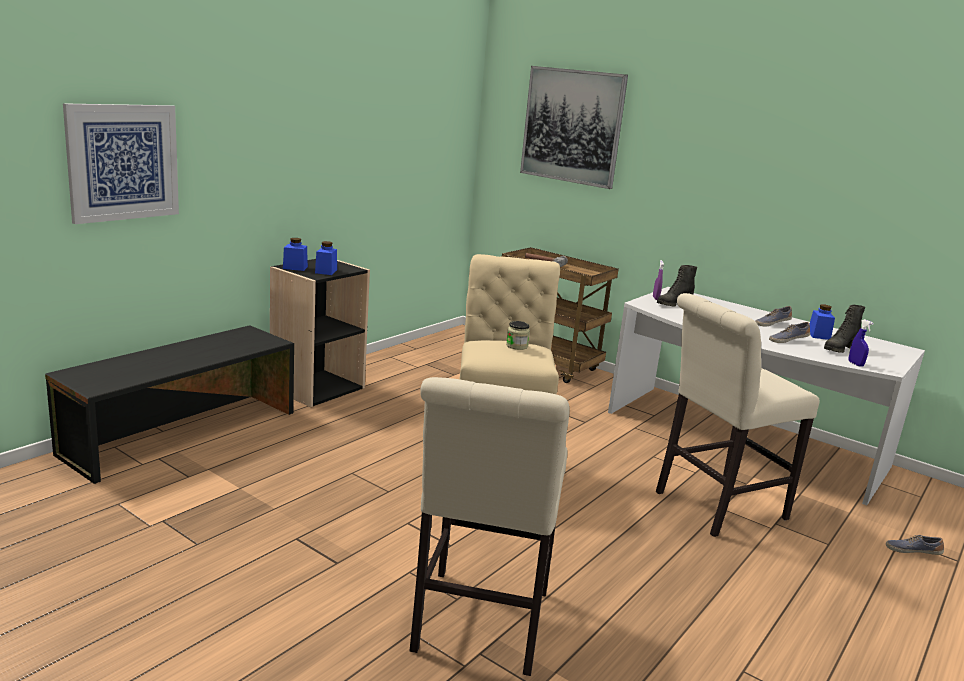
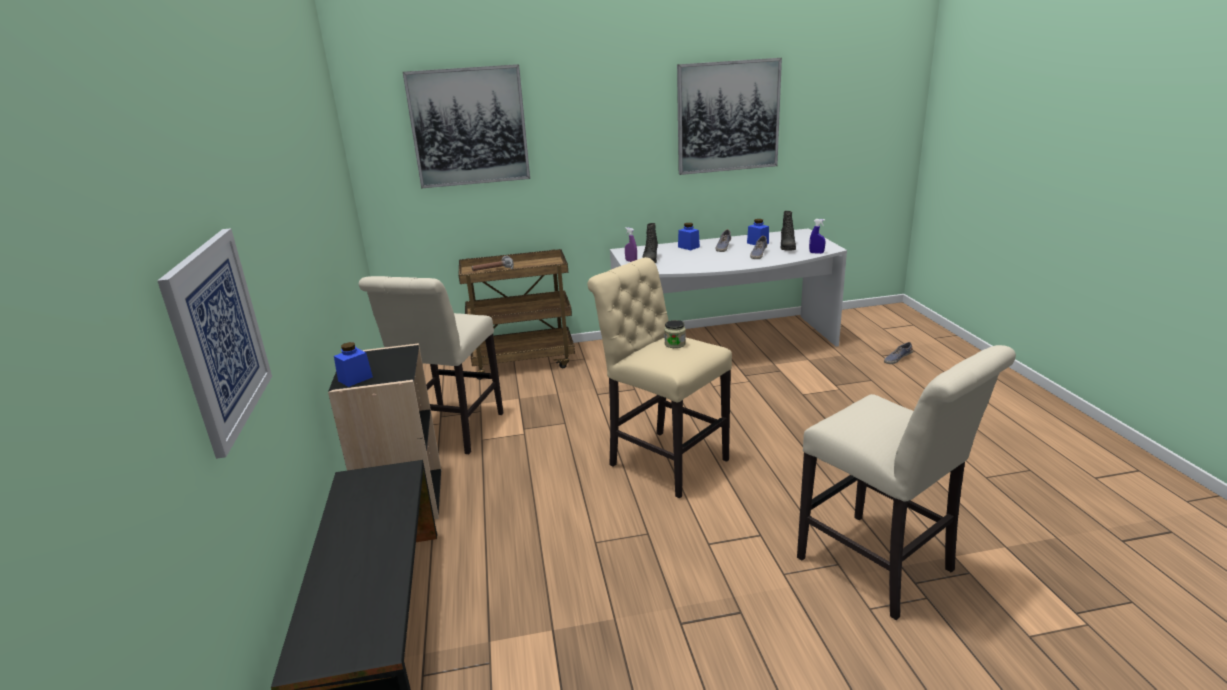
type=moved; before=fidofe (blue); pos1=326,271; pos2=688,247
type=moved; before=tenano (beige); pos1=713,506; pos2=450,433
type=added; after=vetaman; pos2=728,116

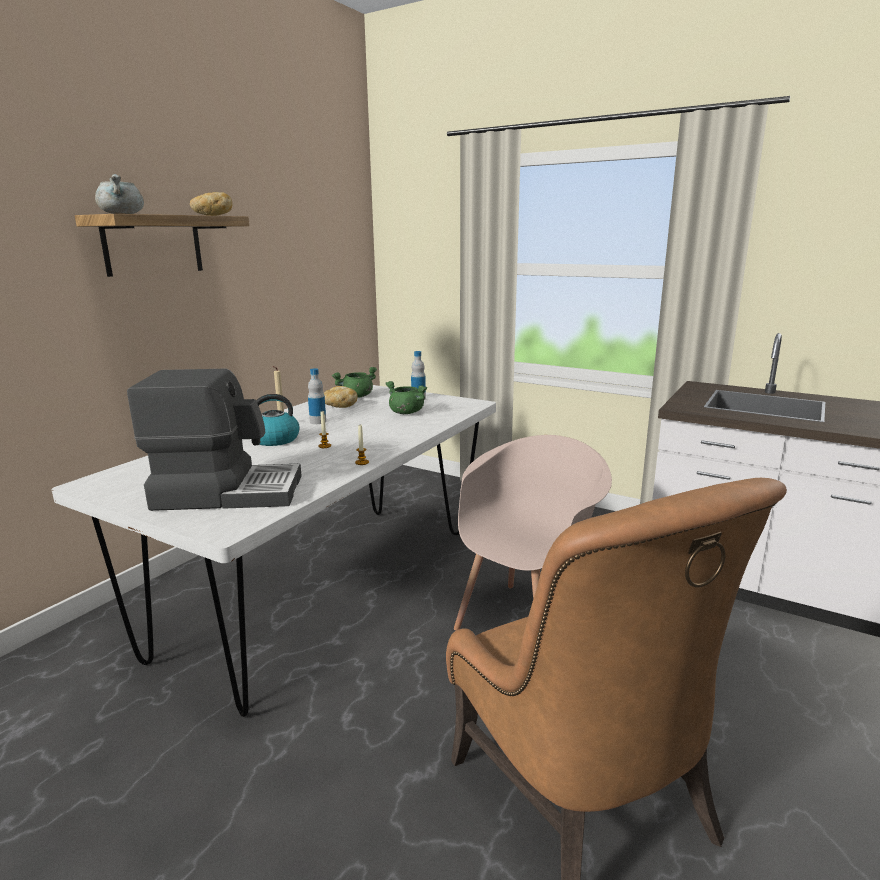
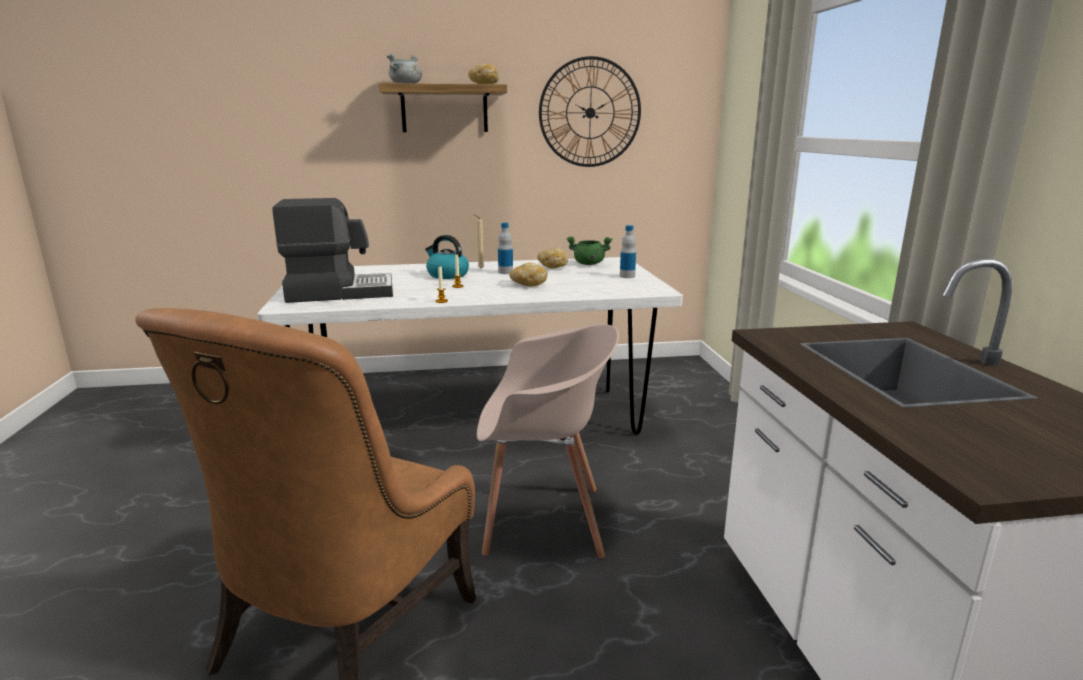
type=turned; before=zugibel; pos1=228,492; pos2=339,292; turn=-60
type=removed; before=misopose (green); pos1=405,412
type=added; after=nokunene; pos2=590,113
type=added; after=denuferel; pos2=528,284

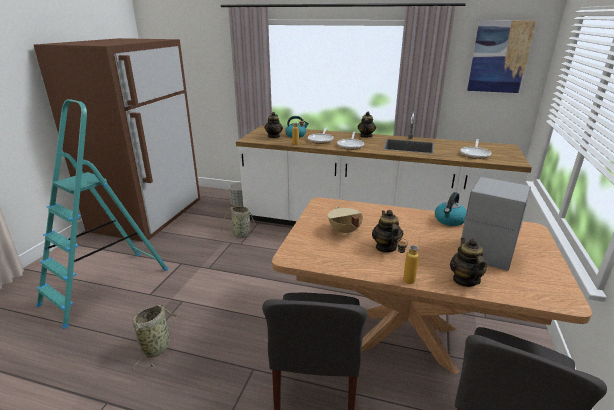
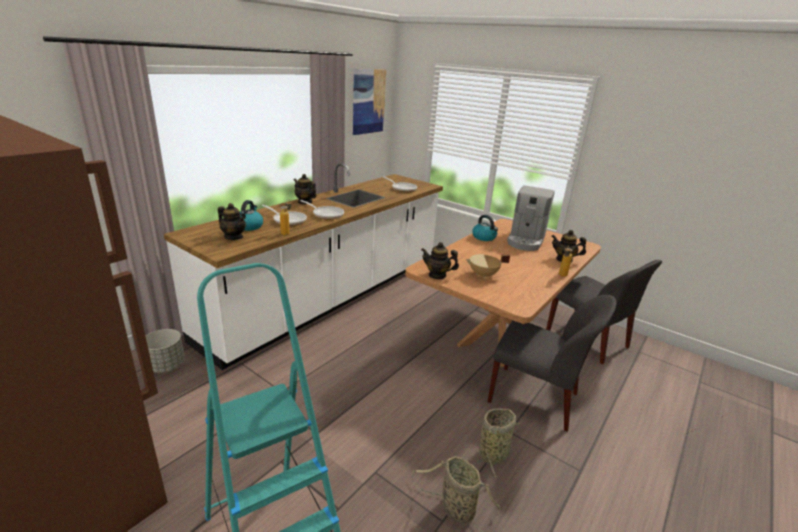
type=turned; before=zugibel; pos1=488,247; pos2=526,240; turn=-120
type=moved; before=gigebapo; pos1=243,235; pos2=494,453
type=moved; before=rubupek; pos1=386,247; pos2=437,275

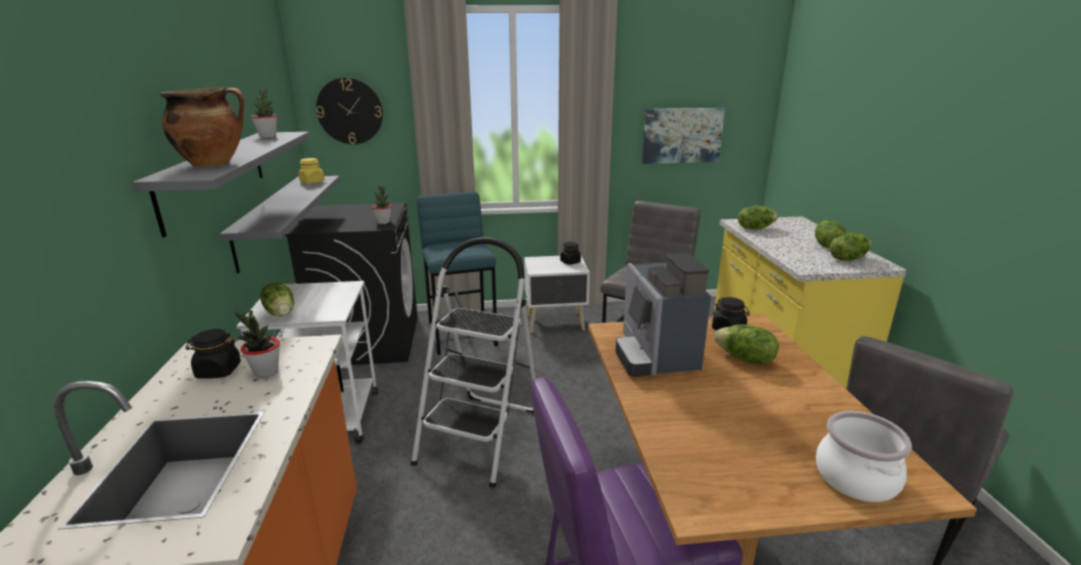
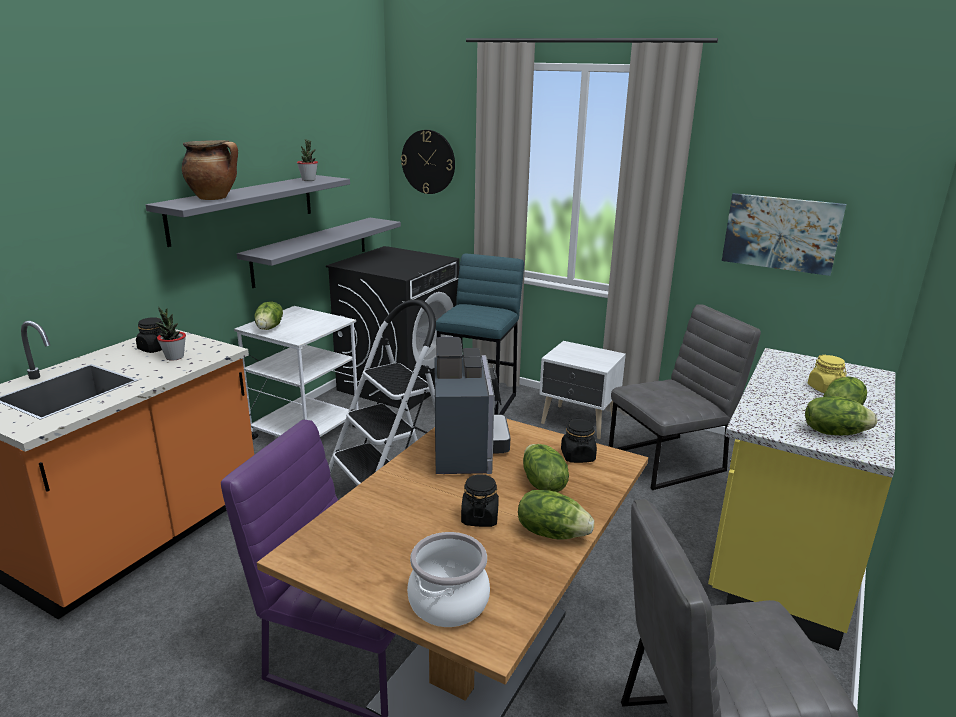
type=moved; before=fidofe (yellow); pos1=312,182; pos2=825,389
type=removed; before=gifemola; pos1=383,222
type=moved; before=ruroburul; pos1=755,228; pos2=552,533
type=moved; before=fidofe (black); pos1=570,262; pos2=479,517
type=turned; before=zugibel; pos1=655,355; pos2=468,450; turn=150

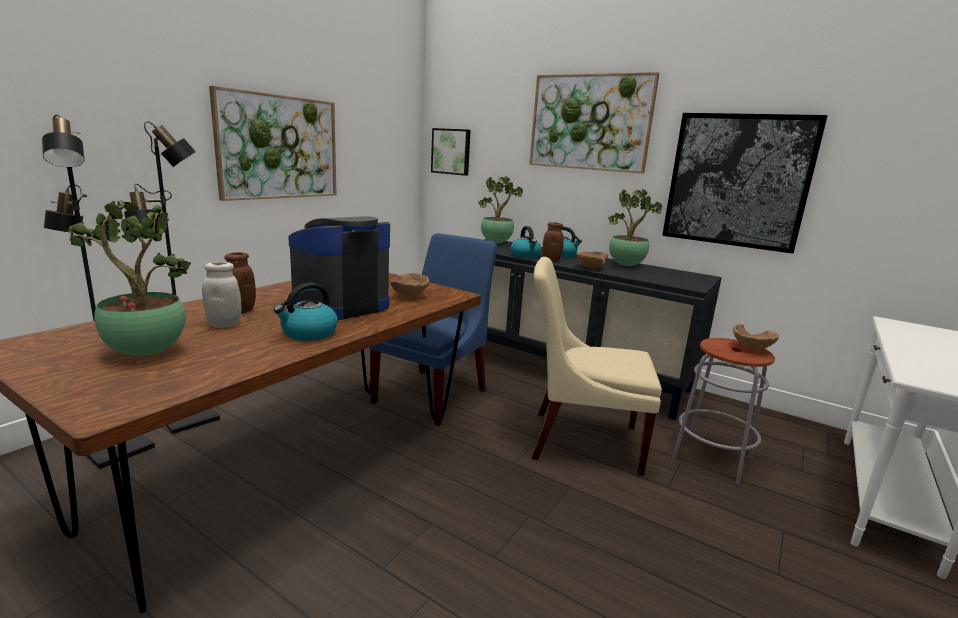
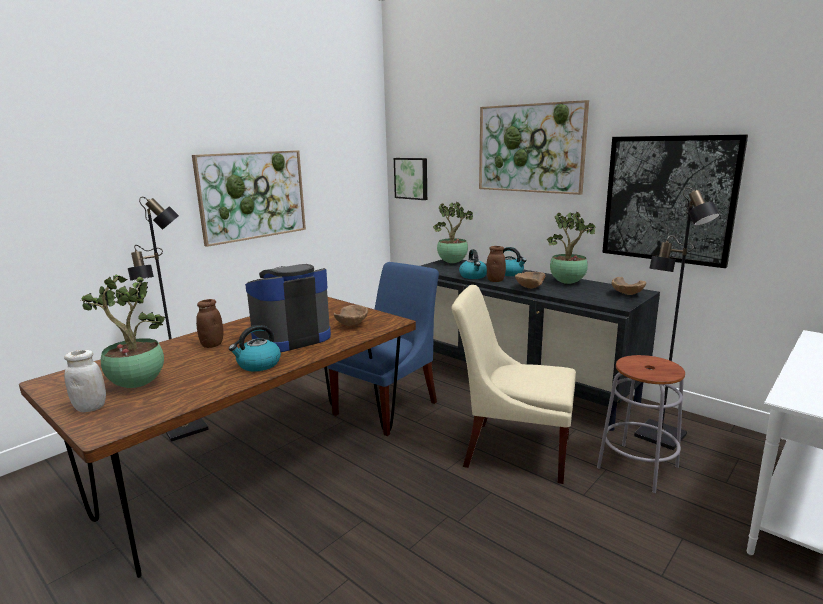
type=moved; before=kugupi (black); pos1=117,448; pos2=660,435
type=moved; before=fidofe (white); pos1=224,324; pos2=90,407
type=moved; before=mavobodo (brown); pos1=751,349; pos2=626,295

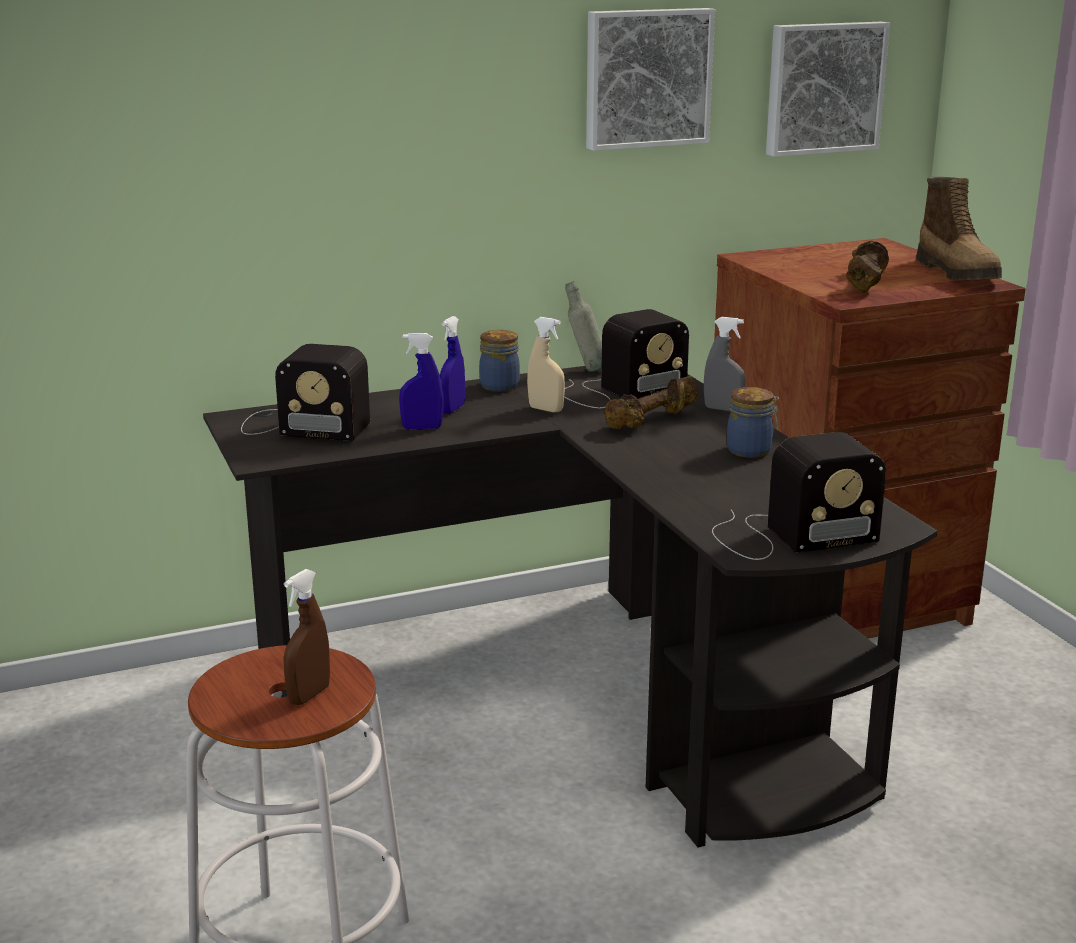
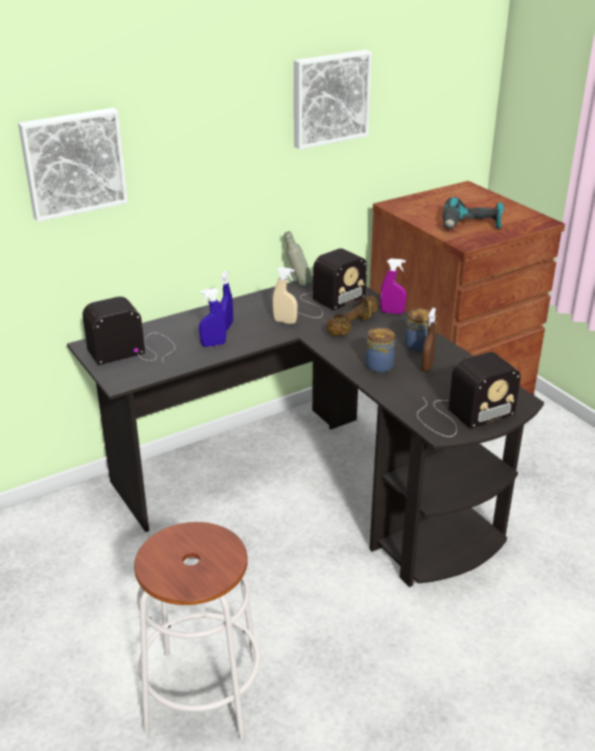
type=moved; before=vetaman; pos1=823,88; pos2=73,163
type=removed; before=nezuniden; pos1=958,274
type=replaced; before=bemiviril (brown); after=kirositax; pos1=865,282; pos2=471,225
type=recoloured; before=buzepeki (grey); after=buzepeki (purple); pos1=723,409; pos2=392,312
type=moved; before=fidofe; pos1=500,385; pos2=379,366
type=turned; before=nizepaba; pos1=300,425; pos2=135,349; turn=150
type=moved; before=buzepeki (brown); pos1=309,695; pos2=427,367

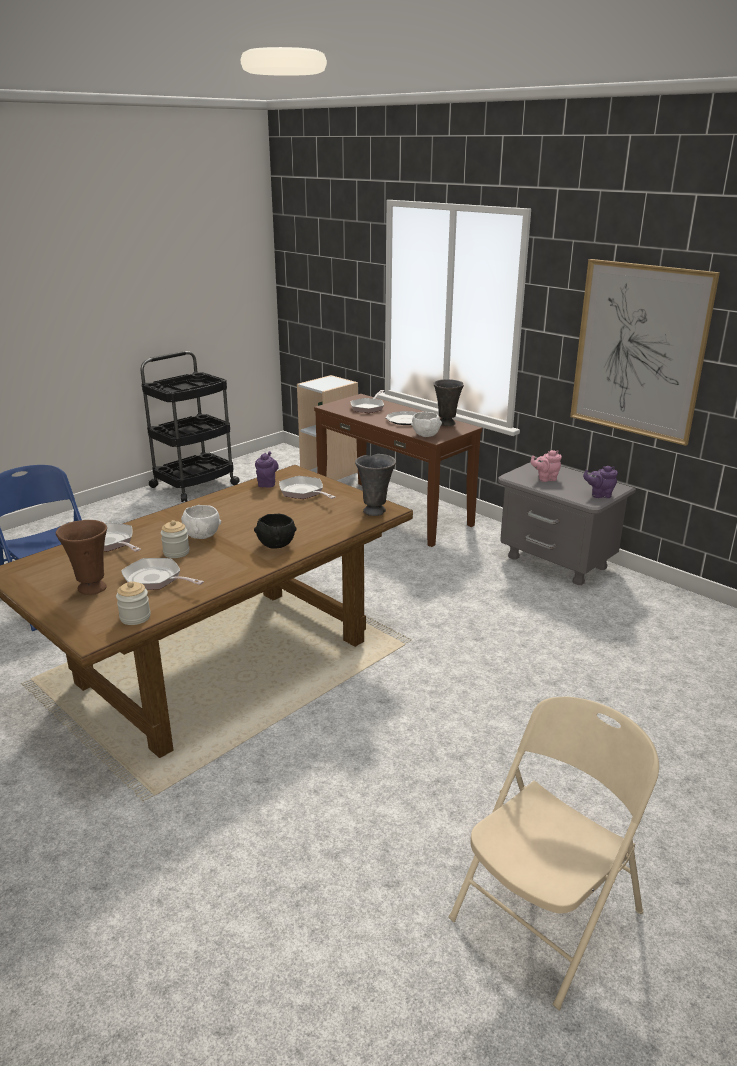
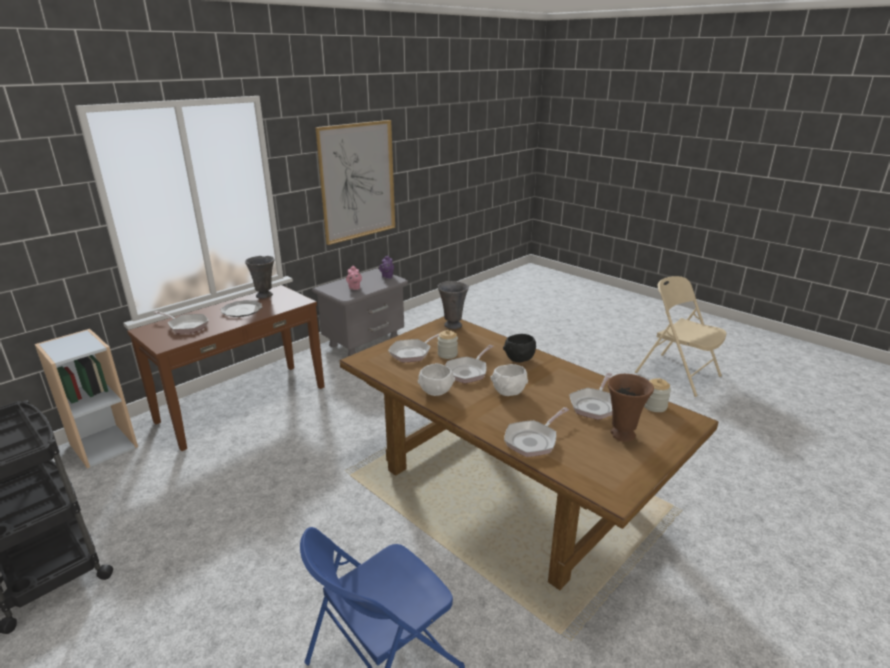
type=moved; before=mavobodo (white); pos1=425,435; pos2=435,392
type=removed; before=rubupek (purple); pos1=267,483
type=moved; before=fidofe; pos1=176,552; pos2=447,354
type=added; after=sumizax; pos2=468,371

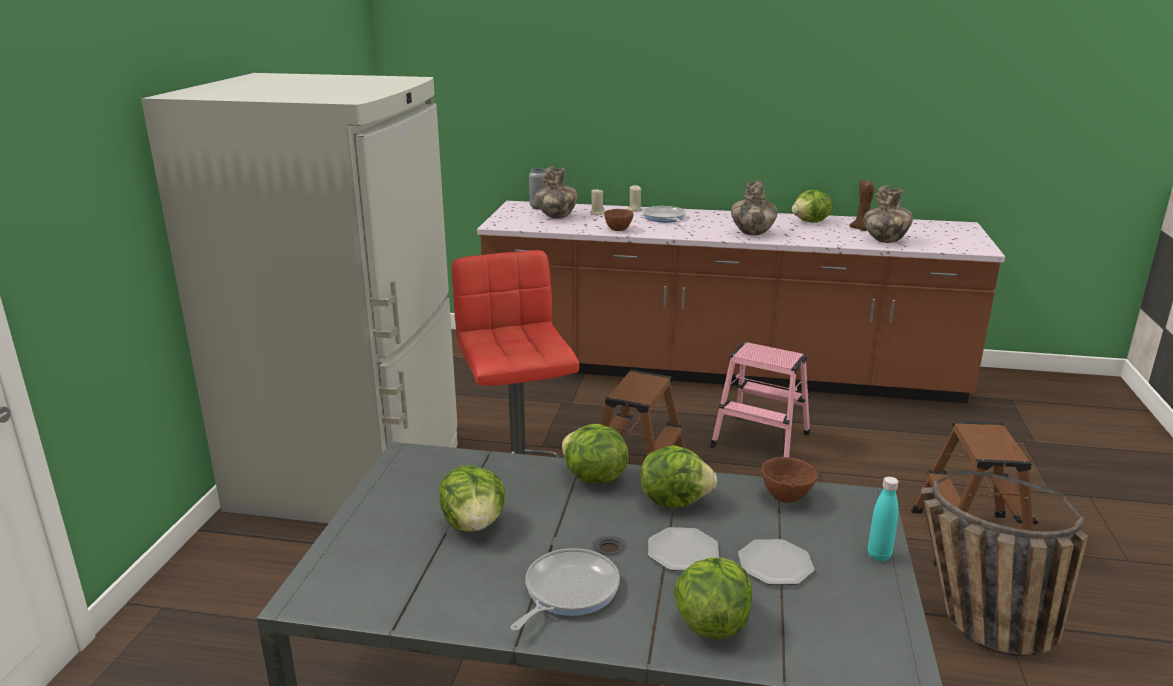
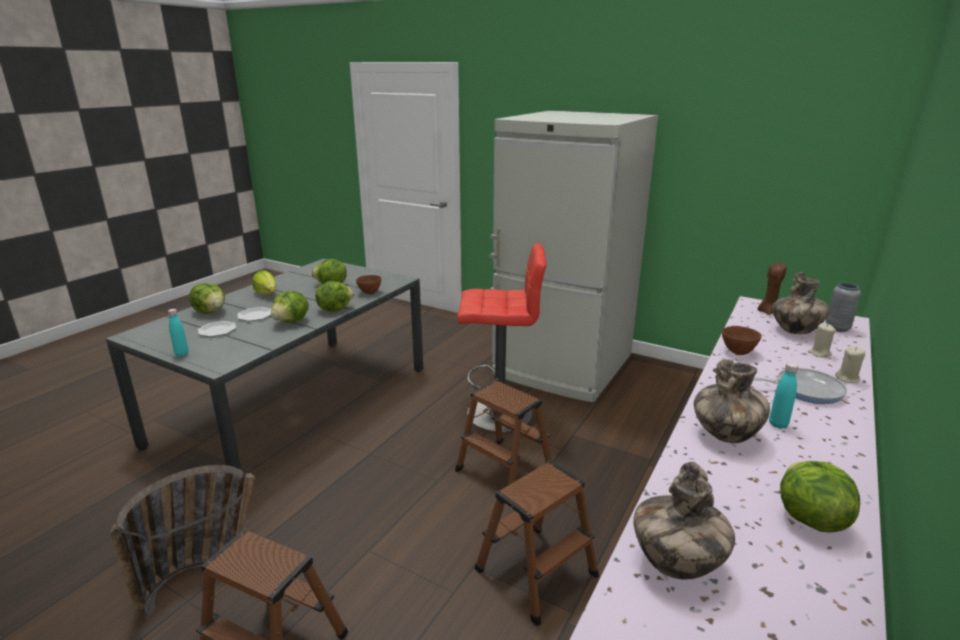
type=moved; before=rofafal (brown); pos1=861,229; pos2=767,312
type=recoloured; before=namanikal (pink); after=namanikal (brown); pos1=761,439; pos2=535,572
type=moved; before=mavobodo (brown); pos1=786,497; pos2=370,293
type=replaced; before=sumizax; after=ruroburul; pos1=567,591; pos2=267,294
type=added; after=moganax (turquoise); pos2=778,424

